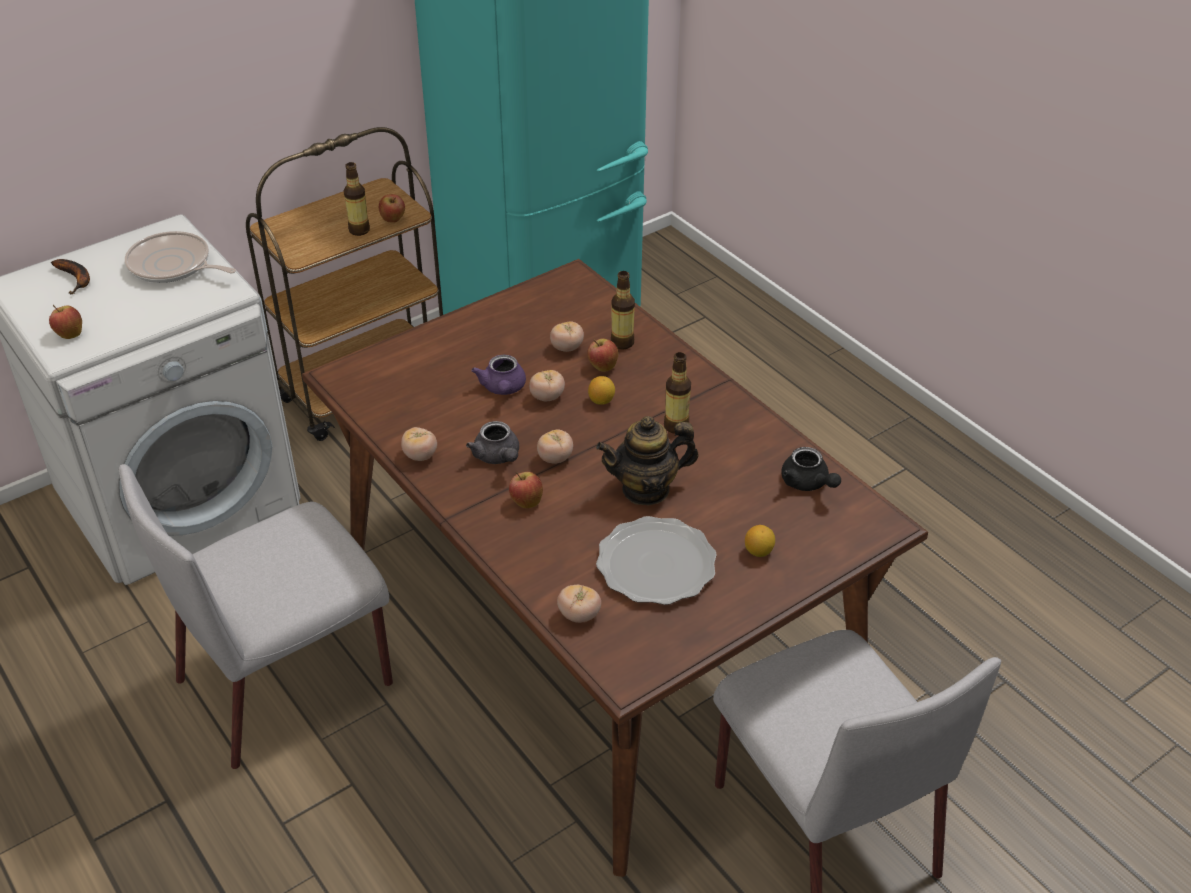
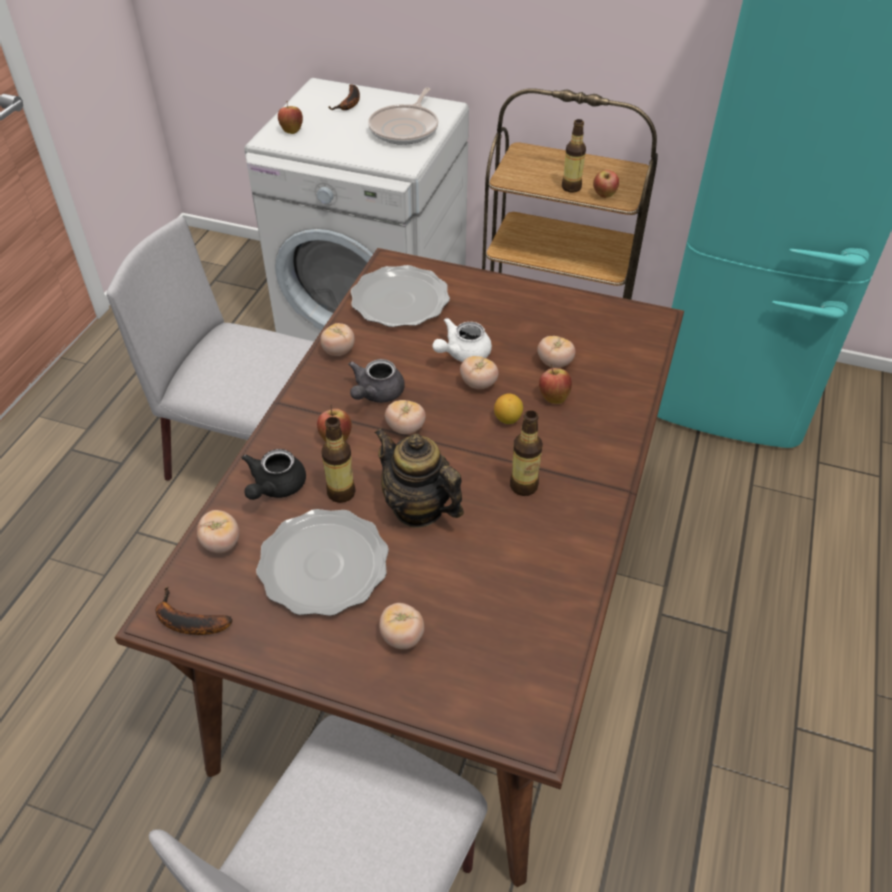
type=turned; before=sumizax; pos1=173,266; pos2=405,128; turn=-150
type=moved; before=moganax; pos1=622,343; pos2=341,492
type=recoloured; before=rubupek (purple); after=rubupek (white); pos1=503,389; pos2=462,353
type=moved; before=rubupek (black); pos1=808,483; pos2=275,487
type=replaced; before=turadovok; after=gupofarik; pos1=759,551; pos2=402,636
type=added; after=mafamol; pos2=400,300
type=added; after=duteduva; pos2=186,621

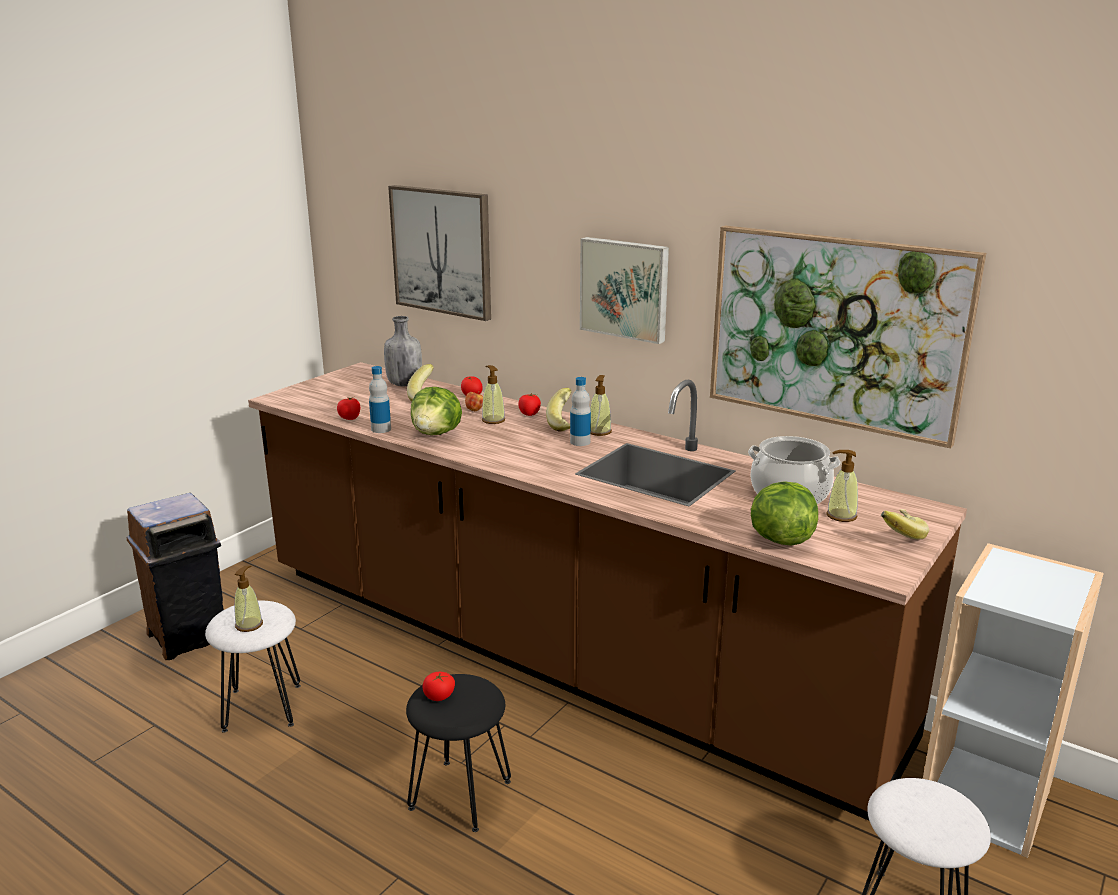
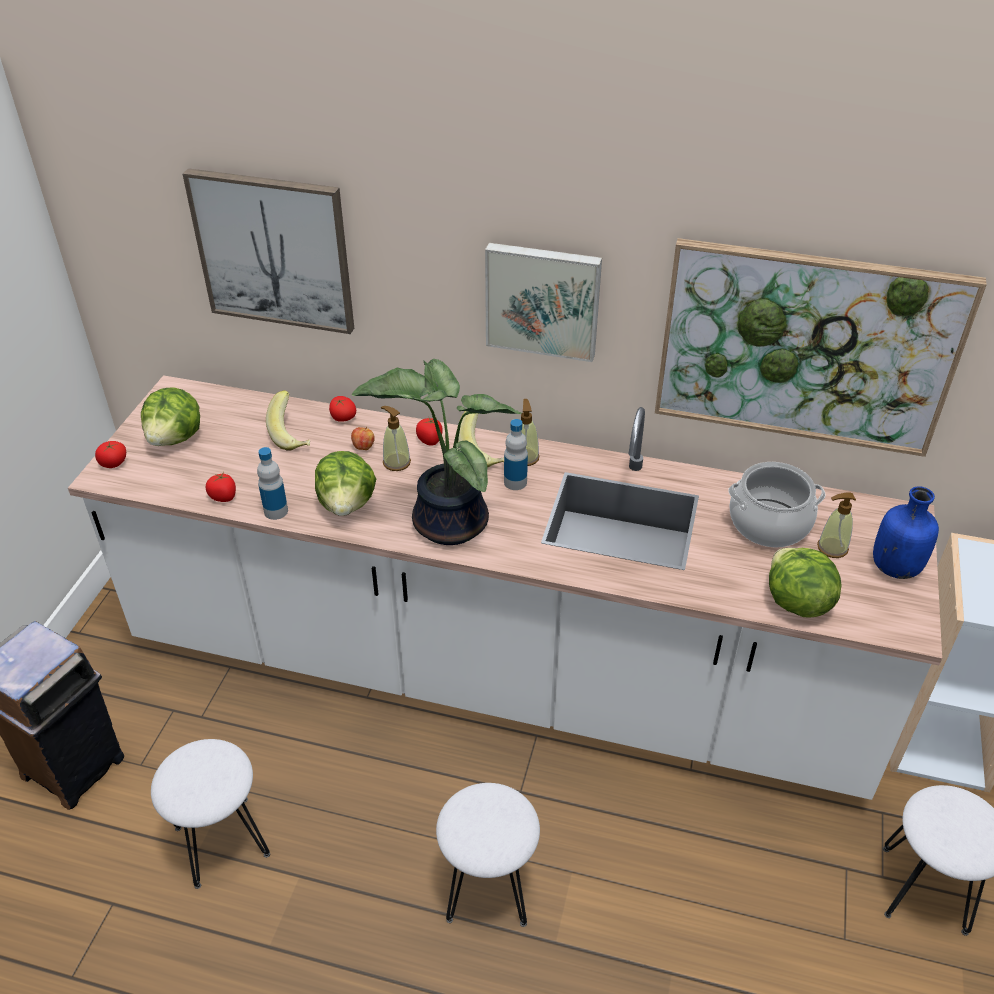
type=removed; before=moganax (grey); pos1=404,384
type=recoloured; before=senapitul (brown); after=senapitul (white); pos1=559,652; pos2=497,670
type=replaced; before=duteduva; after=moganax (blue); pos1=897,536; pos2=895,567
type=removed; before=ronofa; pos1=249,625
type=moved; before=gupofarik; pos1=439,697; pos2=114,463
type=recoloured; before=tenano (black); after=tenano (white); pos1=459,795; pos2=488,887
type=added; after=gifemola; pos2=445,522
type=added; after=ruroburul; pos2=176,438

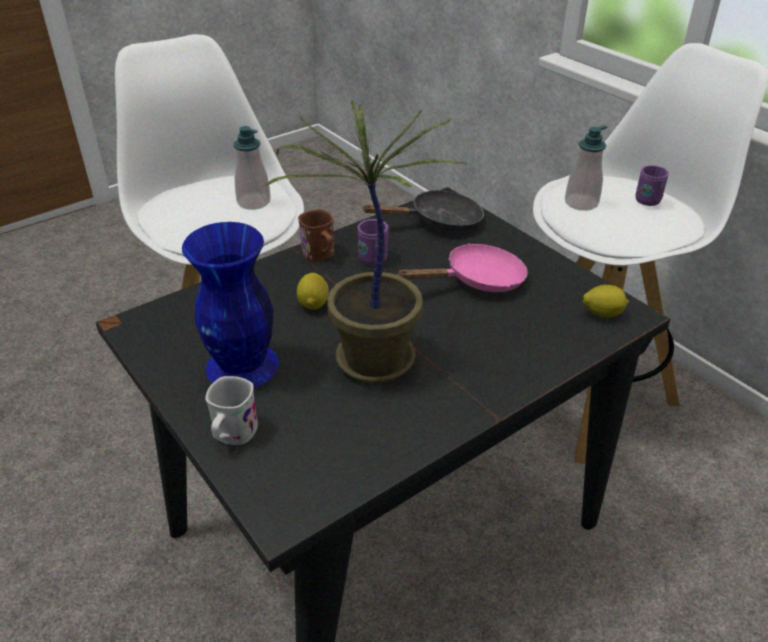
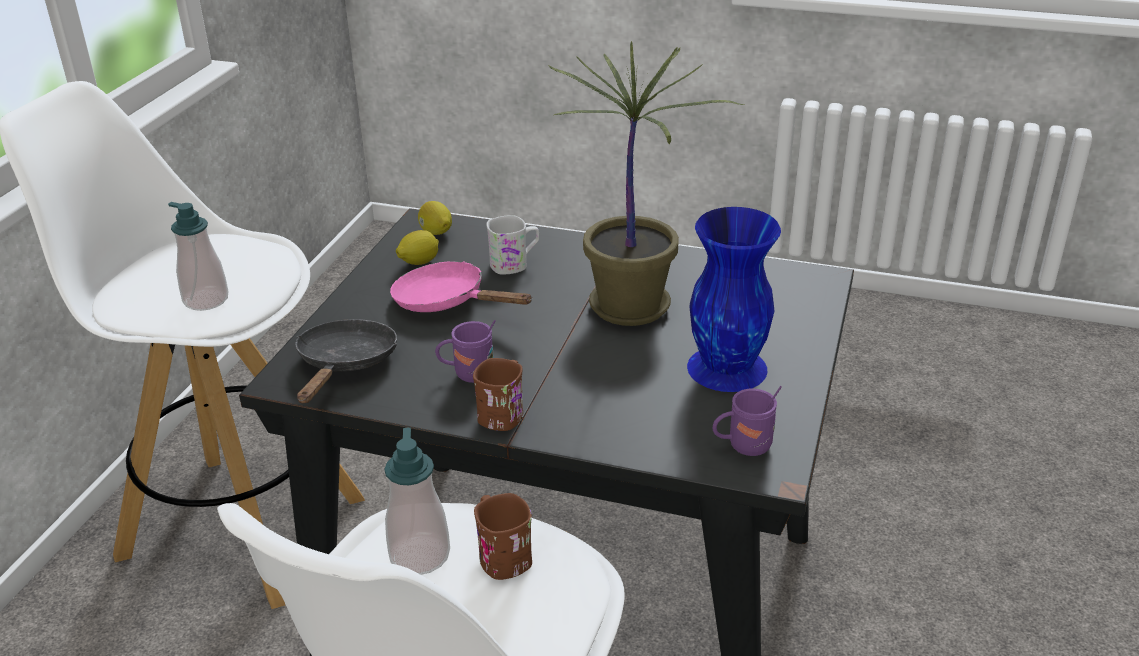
type=moved; before=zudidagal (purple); pos1=648,199; pos2=743,447
type=turned; before=sumizax (black); pos1=439,221; pos2=345,365; turn=60
type=moved; before=turadovok; pos1=314,303; pos2=419,262
type=moved; before=zudidagal (white); pos1=232,435; pos2=515,264
type=added; after=zudidagal (brown); pos2=501,554

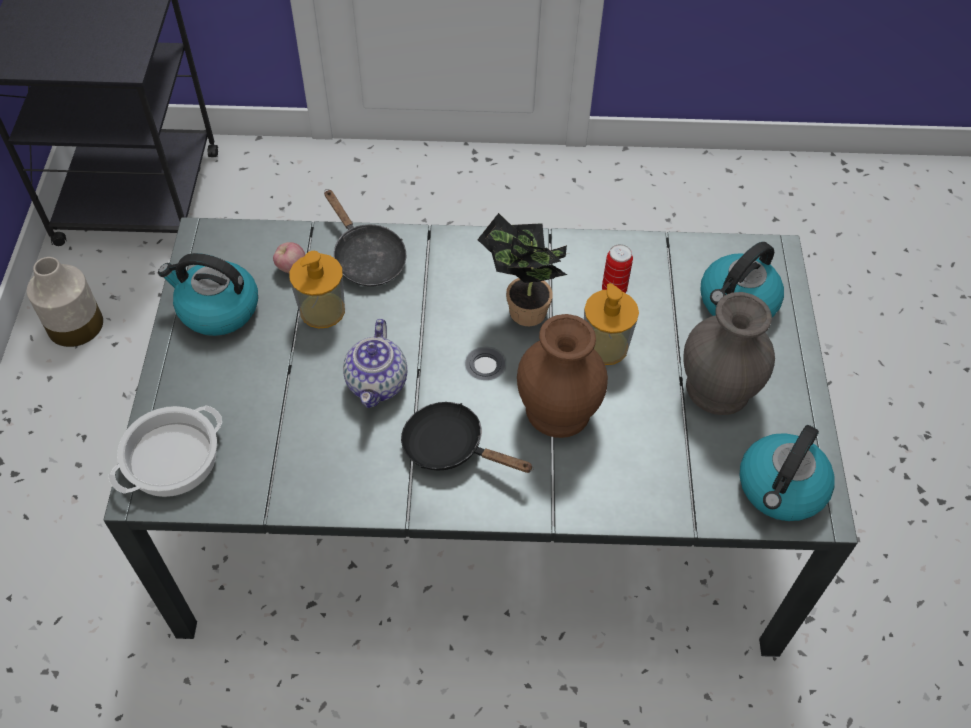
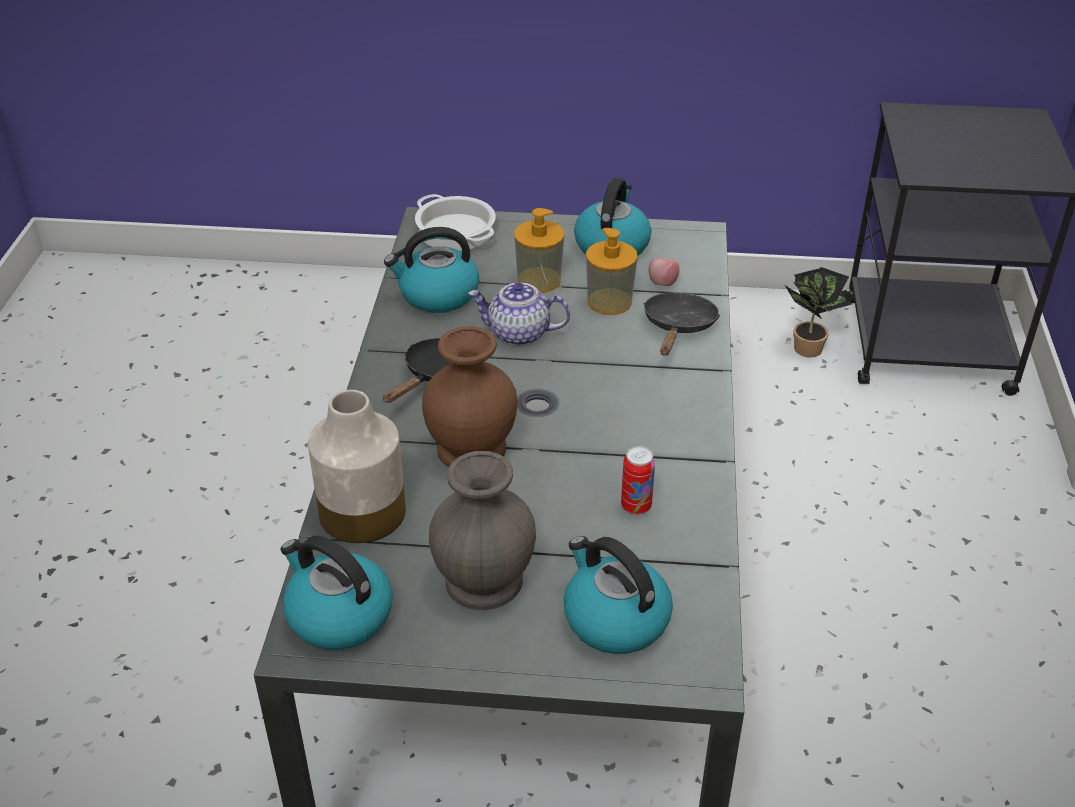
type=turned; before=sumizax (black); pos1=366,258; pos2=678,327; turn=135
type=moved; before=gifemola; pos1=521,310; pos2=808,346
type=moved; before=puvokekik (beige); pos1=74,325; pos2=361,511
type=moved; before=ronofa; pos1=605,346; pos2=539,280
type=added; after=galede; pos2=437,295

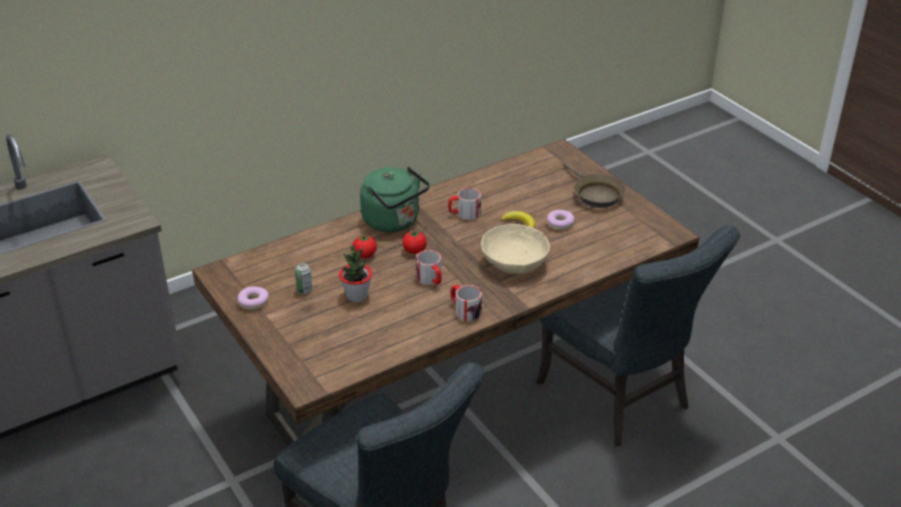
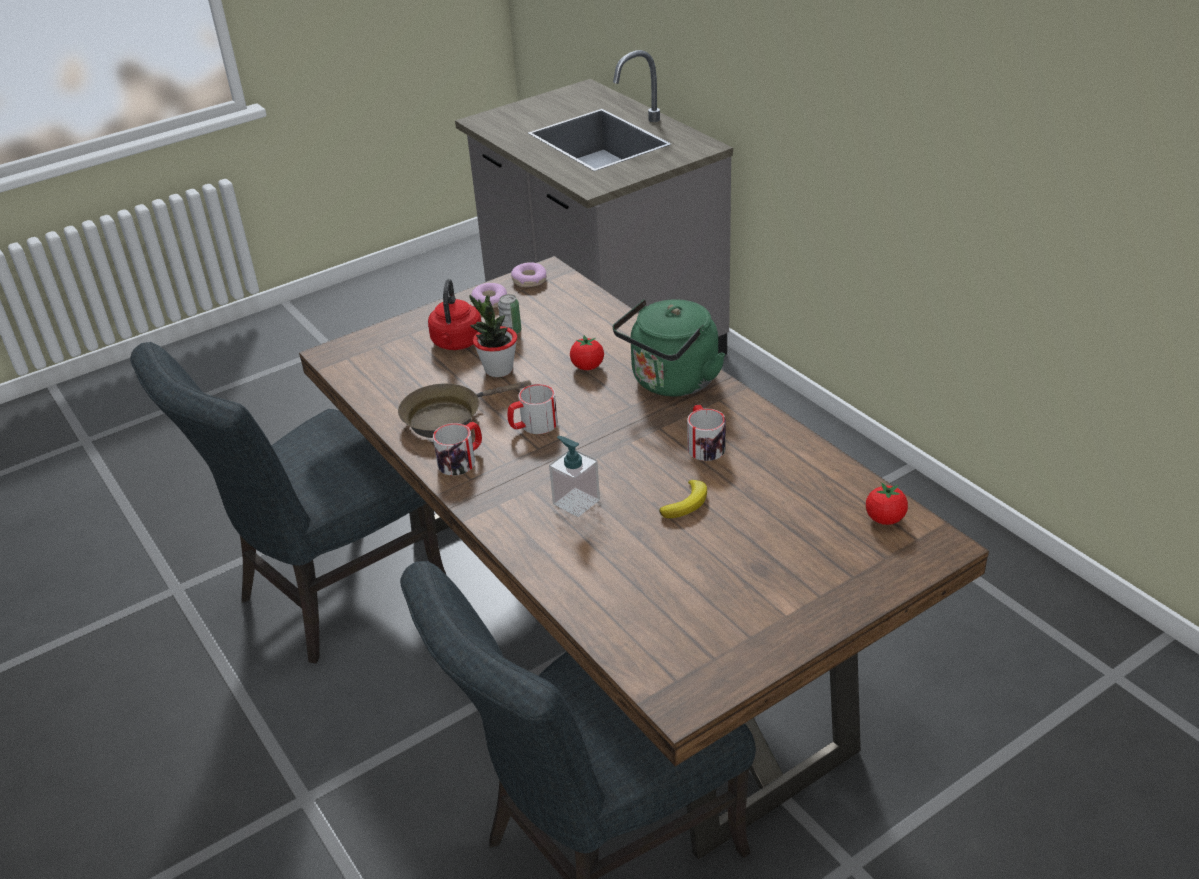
type=moved; before=sumizax (brown); pos1=595,194; pos2=448,417
type=moved; before=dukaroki; pos1=560,223; pos2=529,280
type=replaced; before=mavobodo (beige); after=ronofa; pos1=514,263; pos2=576,502
type=moved; before=gupofarik; pos1=414,251; pos2=885,519
type=added; after=galede (red); pos2=457,343

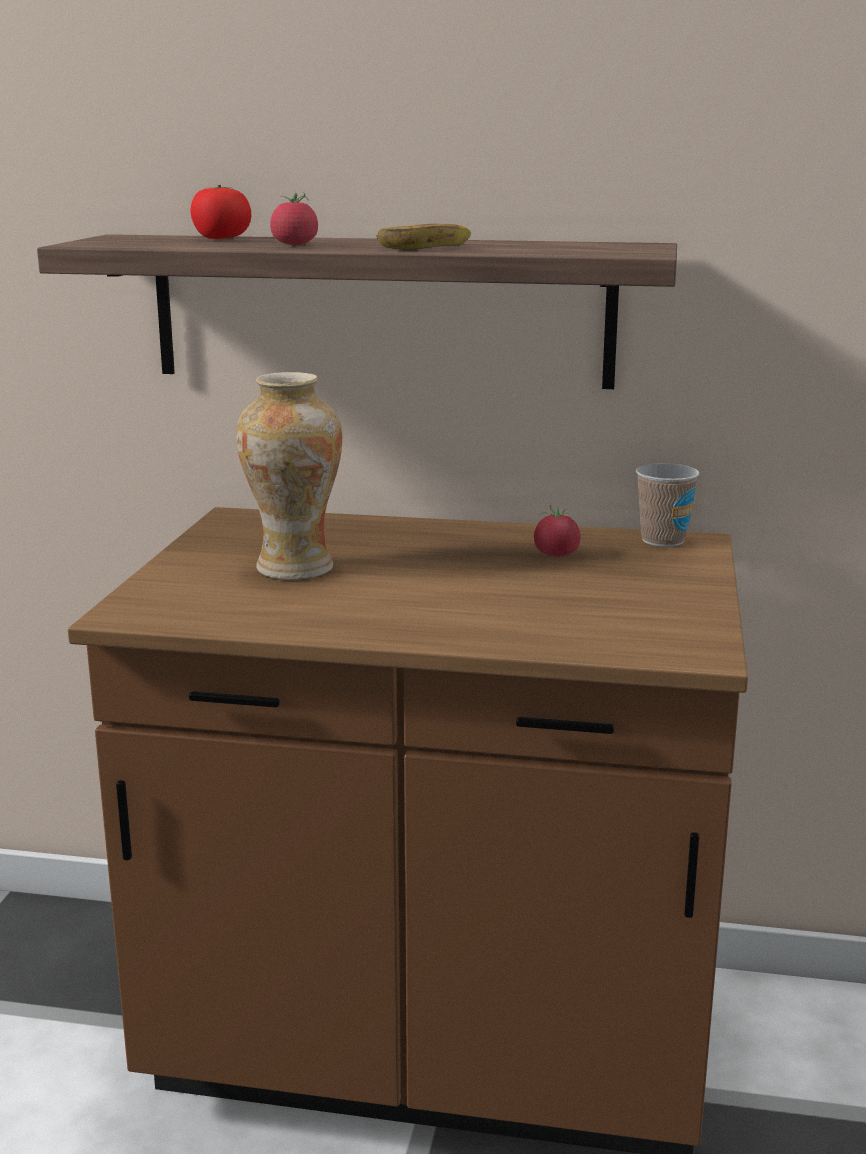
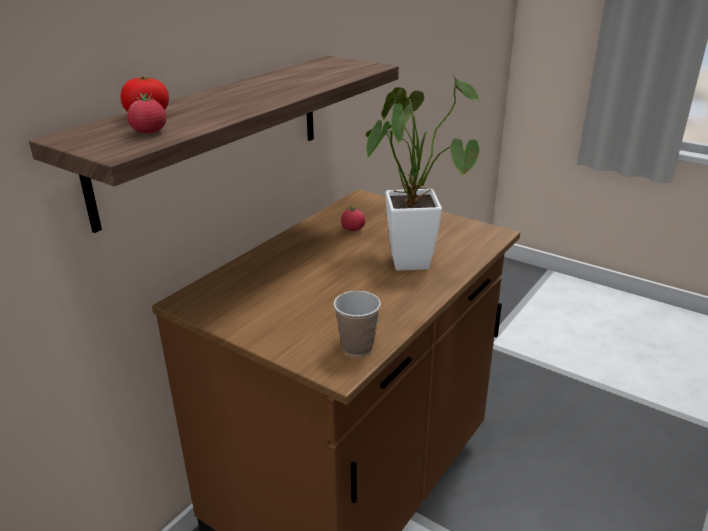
type=moved; before=gupofarik; pos1=294,244; pos2=149,132
type=removed; before=duteduva; pos1=426,247
type=removed; before=puvokekik; pos1=294,568
type=moved; before=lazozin; pos1=663,540; pos2=357,347
type=added; after=gifemola; pos2=409,257

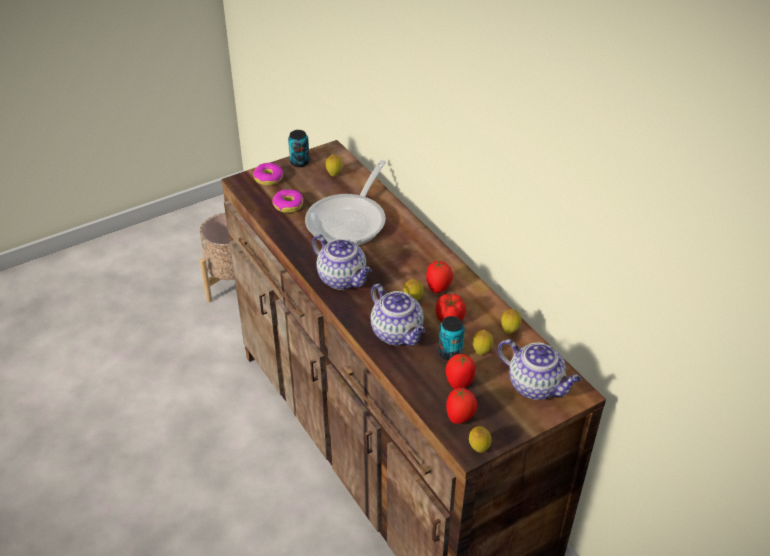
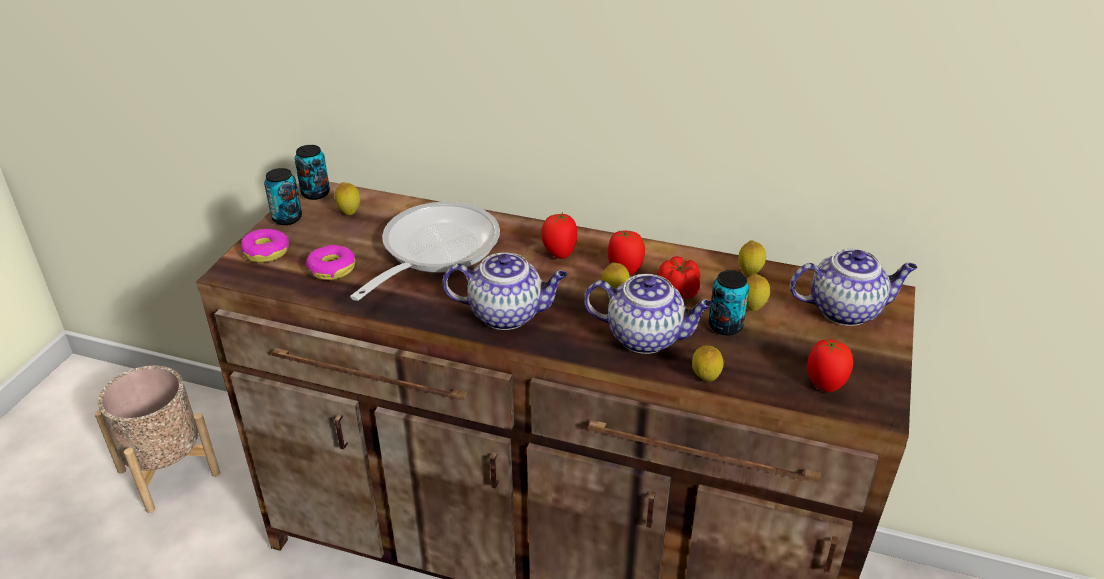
type=turned; before=sumizax; pos1=350,221; pos2=434,251; turn=-135
type=moved; before=gupofarik; pos1=459,382; pos2=559,253
type=moved; before=turadovok; pos1=479,449; pos2=705,379
type=added; after=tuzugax; pos2=315,193

